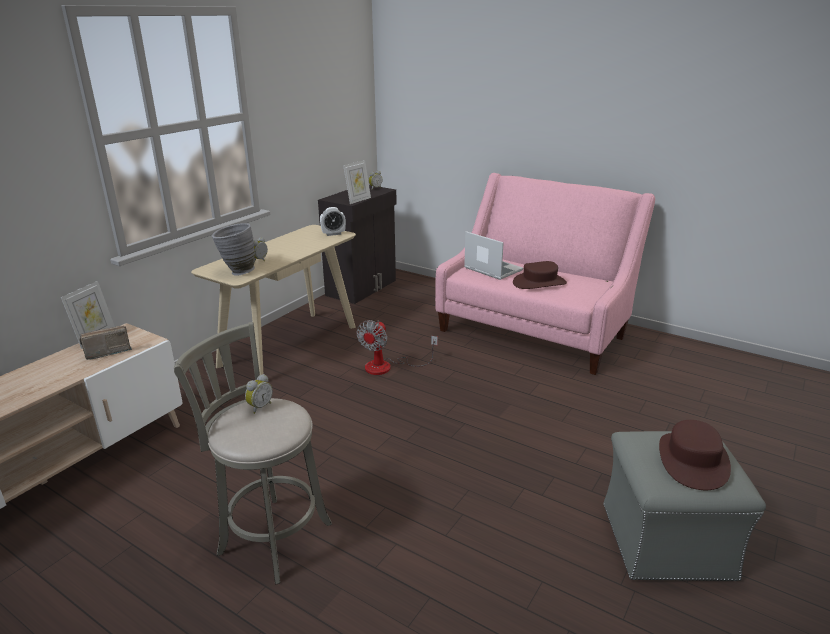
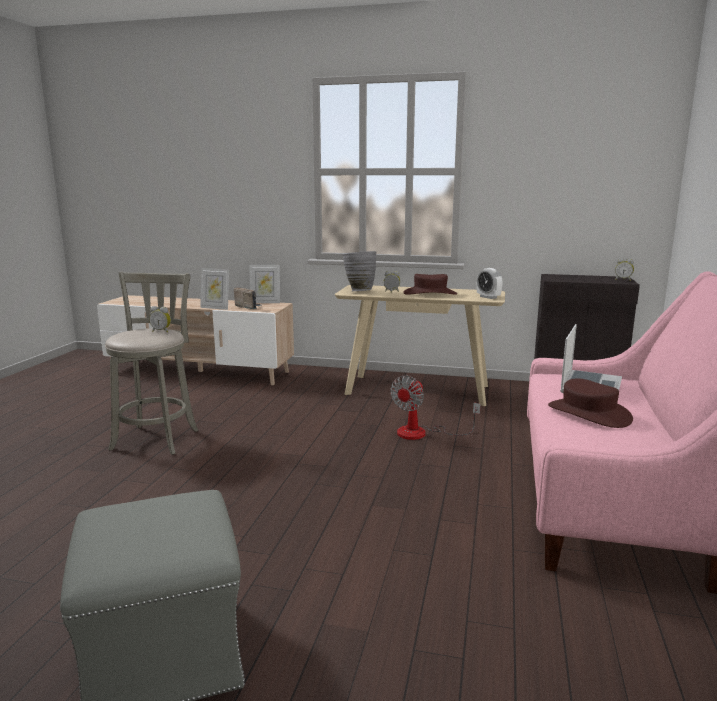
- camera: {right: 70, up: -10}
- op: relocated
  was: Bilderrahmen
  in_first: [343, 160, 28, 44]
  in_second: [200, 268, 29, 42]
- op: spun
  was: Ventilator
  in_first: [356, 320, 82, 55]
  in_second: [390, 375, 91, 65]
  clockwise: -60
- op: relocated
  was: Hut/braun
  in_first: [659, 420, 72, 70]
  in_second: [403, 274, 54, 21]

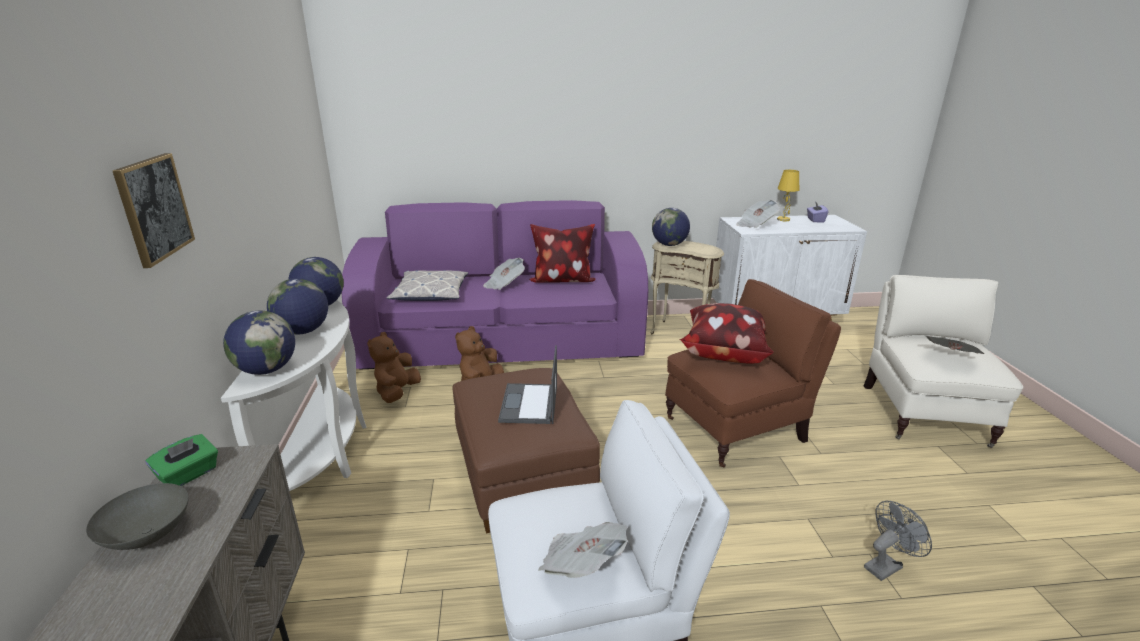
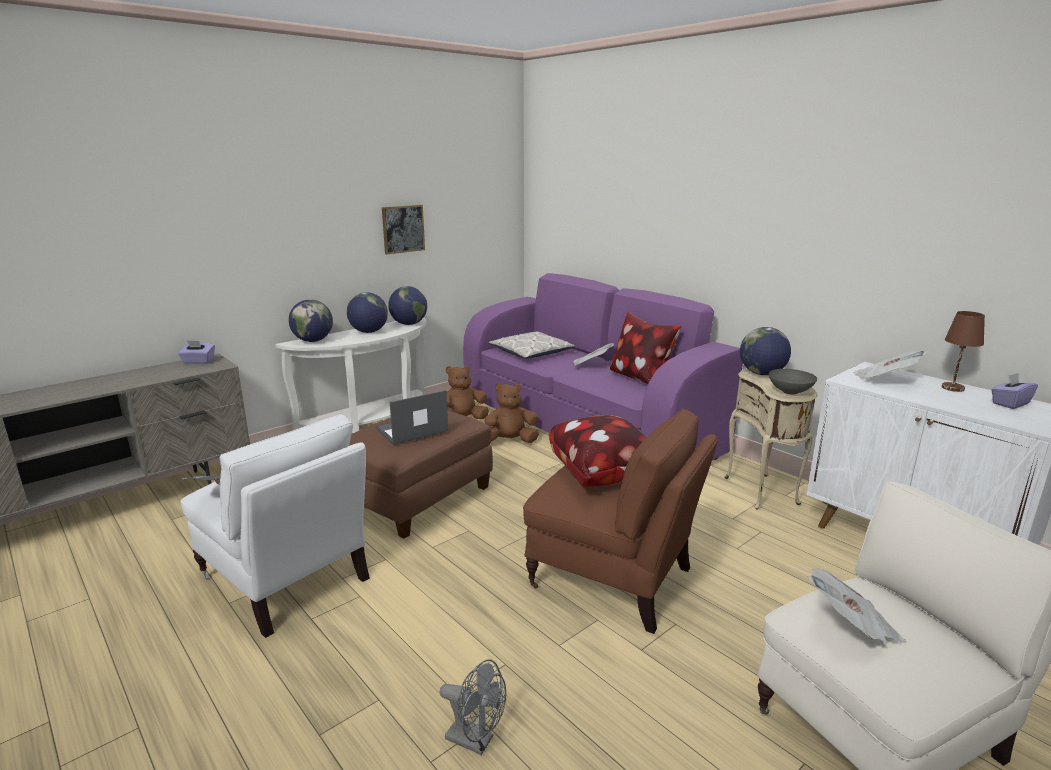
- camera: {right: 55, up: -5}
- op: colour
  was: Taschentuchbox/grün
  now: Taschentuchbox/lila
  in_first: [145, 434, 73, 52]
  in_second: [178, 340, 37, 24]
- op: relocated
  was: Bild
  in_first: [113, 153, 82, 115]
  in_second: [382, 205, 43, 49]
- op: relocated
  was: Schüssel/grau
  in_first: [86, 483, 103, 67]
  in_second: [768, 369, 49, 26]
- op: colour
  was: Tischlampe/gelb
  now: Tischlampe/braun
  in_first: [777, 170, 22, 51]
  in_second: [941, 311, 44, 81]

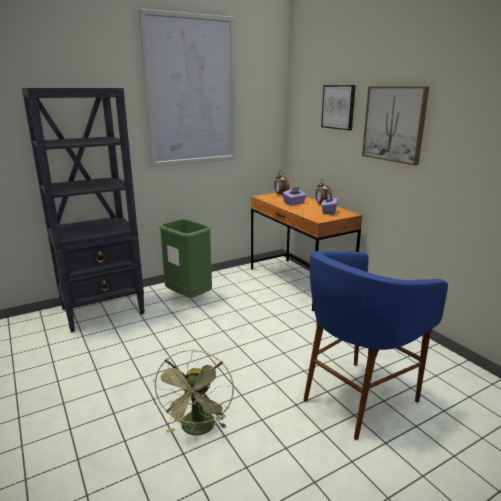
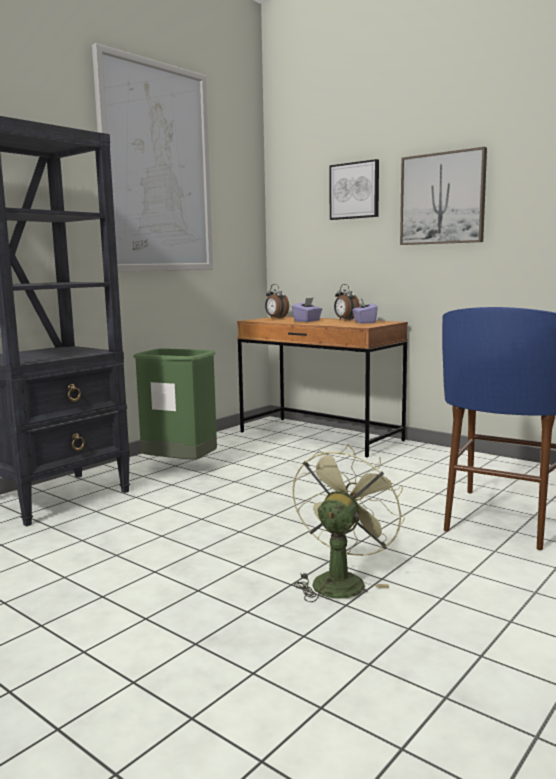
- camera: {right: -20, up: -10}
- op: spun
  was: Ventilator/grün
  in_first: [153, 349, 81, 87]
  in_second: [293, 444, 112, 158]
  clockwise: -135

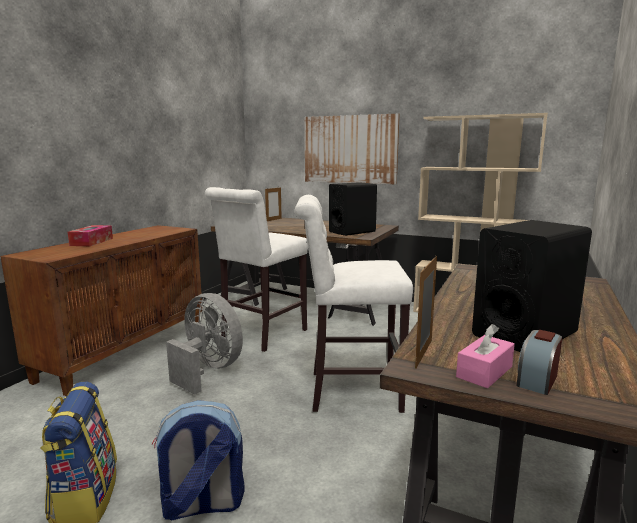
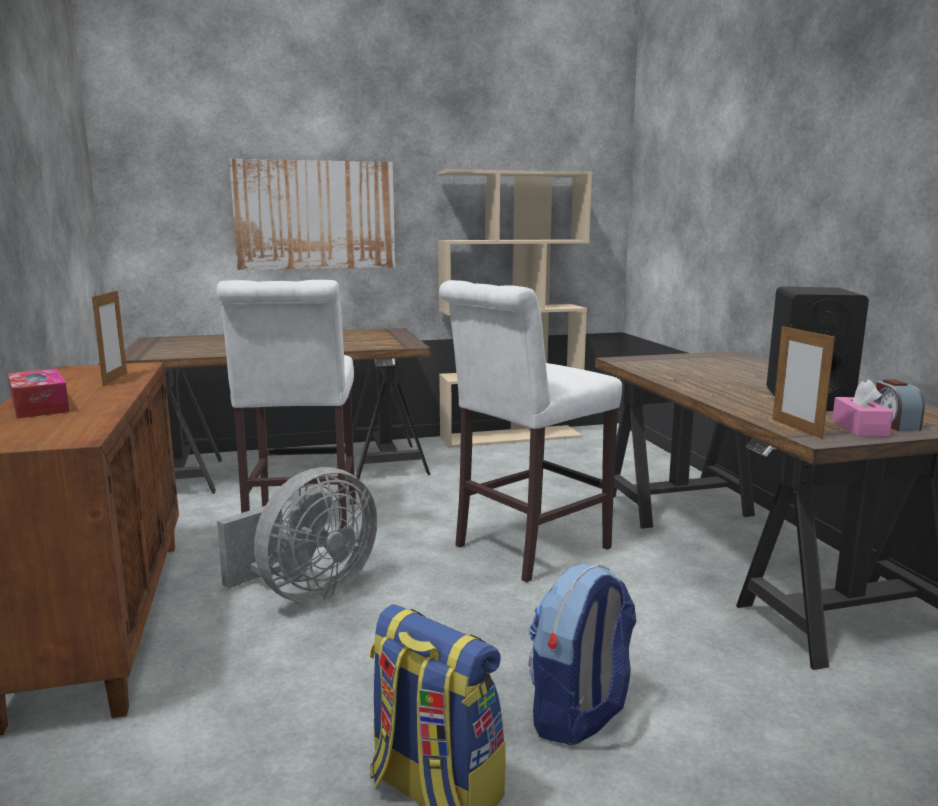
- camera: {right: -40, up: 0}
- op: relocated
  was: Bilderrahmen
  in_first: [265, 187, 17, 34]
  in_second: [92, 288, 35, 99]
- op: spun
  was: Ventilator/grau
  in_first: [166, 293, 77, 101]
  in_second: [217, 467, 160, 136]
  clockwise: 135
- op: missing
  was: Lautsprecher/schwarz
  in_first: [329, 182, 48, 54]

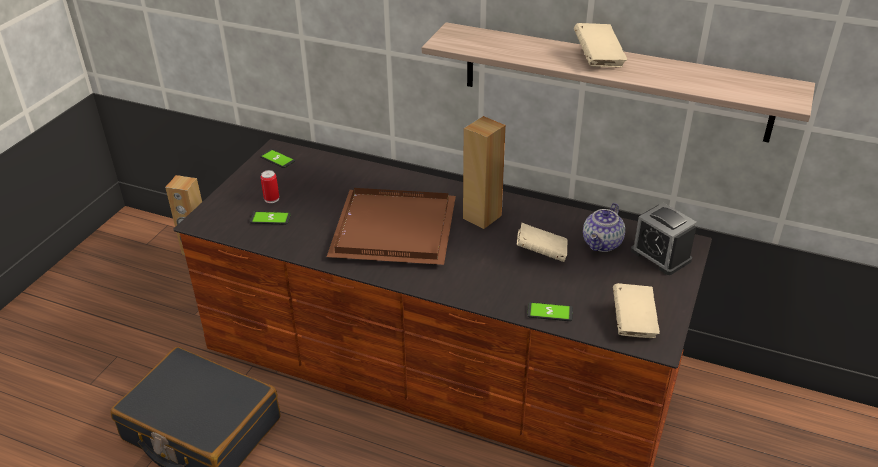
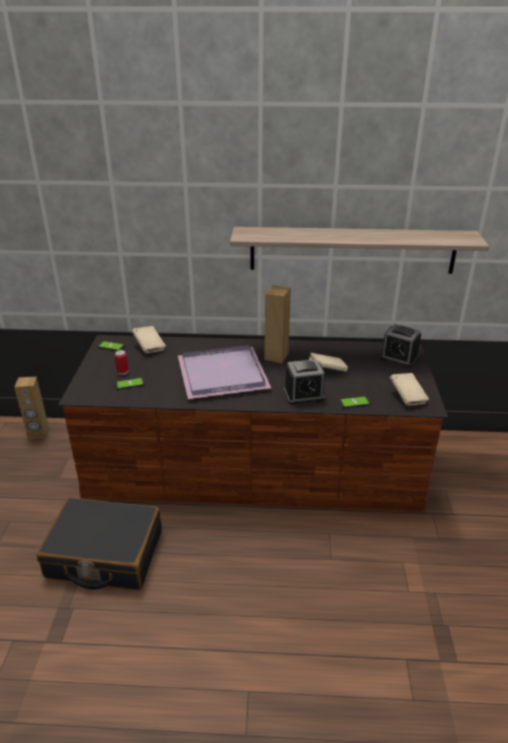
- camera: {right: -20, up: -5}
- op: relocated
  was: Buch/beige
  in_first: [574, 23, 53, 44]
  in_second: [132, 326, 34, 27]
- op: colour
  was: Tablett/braun
  now: Tablett/lila
  in_first: [327, 188, 129, 77]
  in_second: [178, 345, 93, 54]
- op: appeared
  now: Wecker
  in_second: [284, 359, 41, 46]
- op: missing
  was: Teekanne
  in_first: [583, 203, 42, 49]

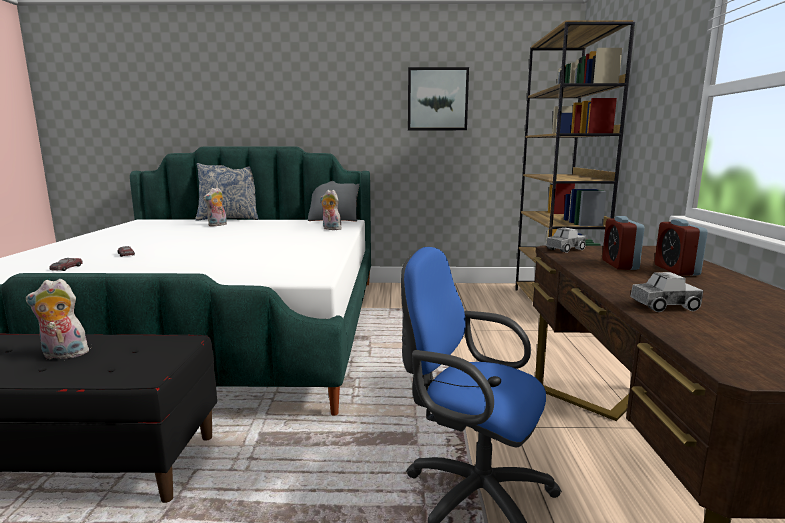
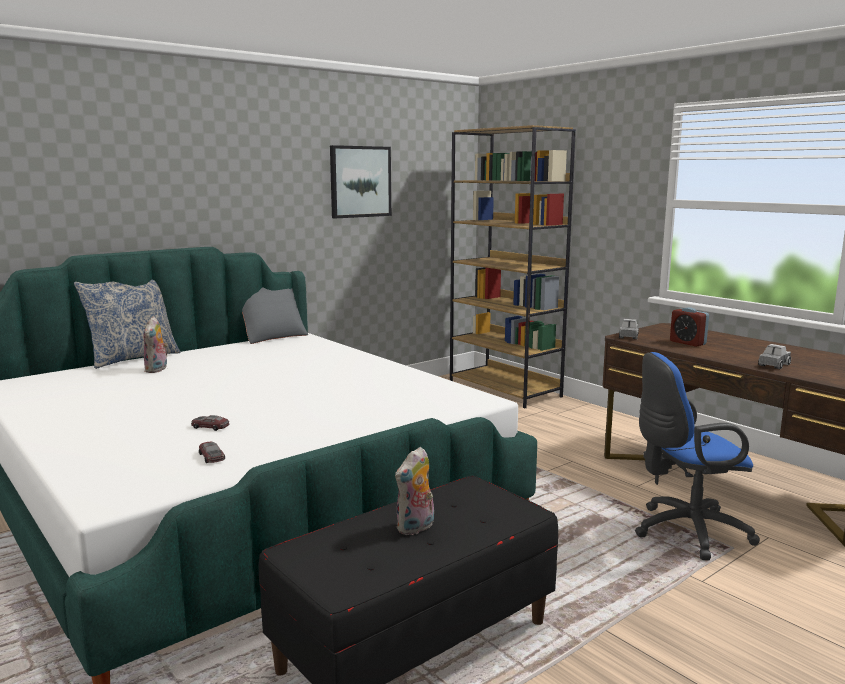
- camera: {right: -40, up: 0}
- op: missing
  was: Plüschtier
  in_first: [320, 190, 22, 40]
- op: missing
  was: Wecker
  in_first: [655, 219, 53, 56]

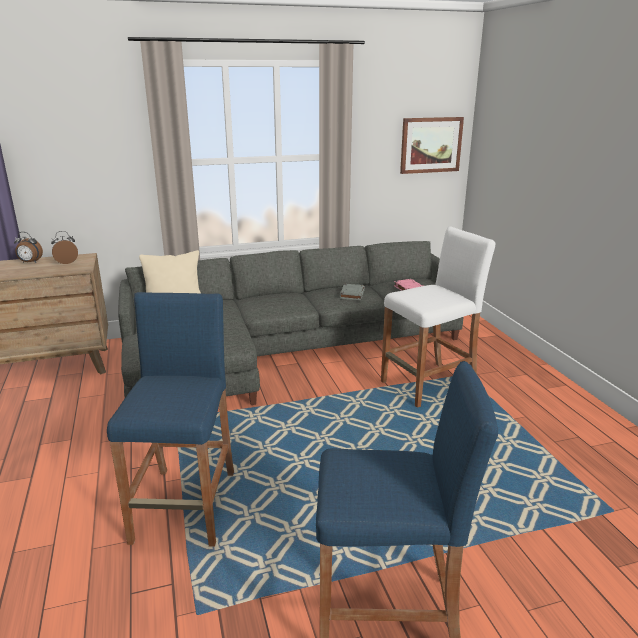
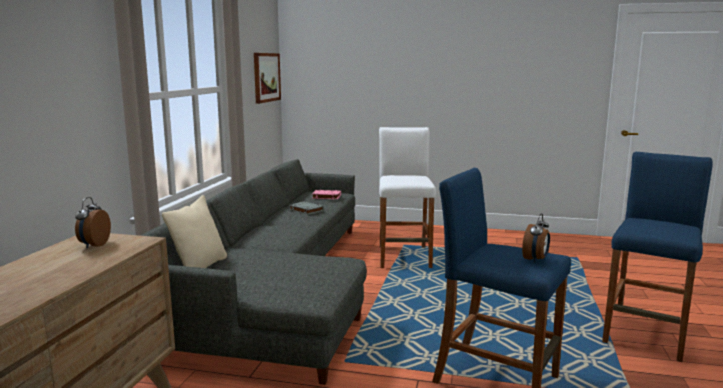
- camera: {right: -60, up: -10}
- op: relocated
  was: Wecker
  in_first: [14, 232, 29, 31]
  in_second: [522, 213, 28, 50]

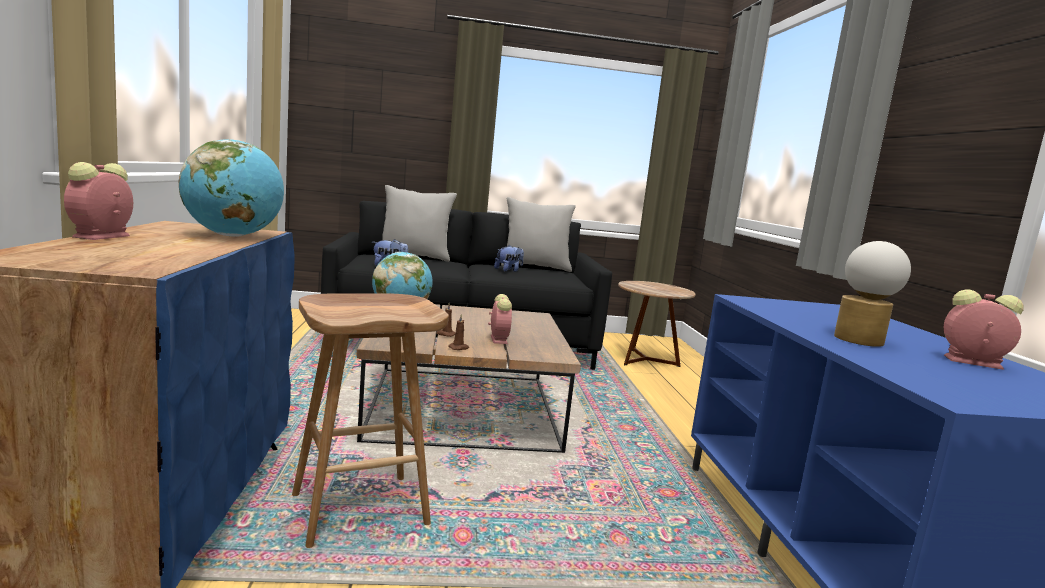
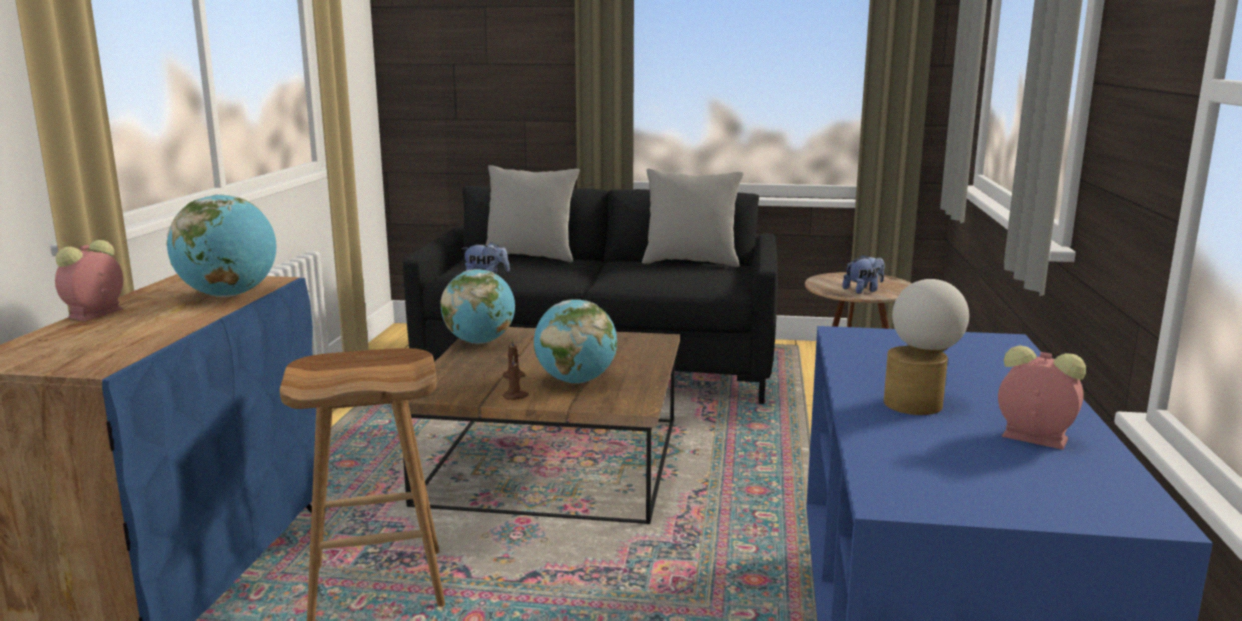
- camera: {right: 15, up: 5}
- op: exchanged
  was: Wecker
  now: Globus
  in_first: [488, 294, 24, 50]
  in_second: [534, 299, 83, 85]
- op: relocated
  was: Plüschtier
  in_first: [494, 245, 30, 27]
  in_second: [842, 254, 43, 40]

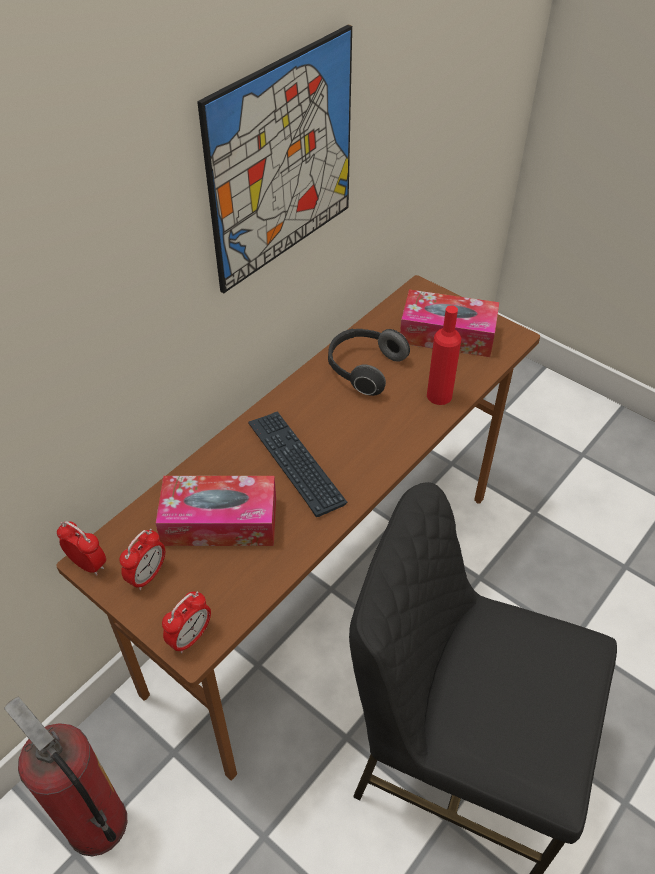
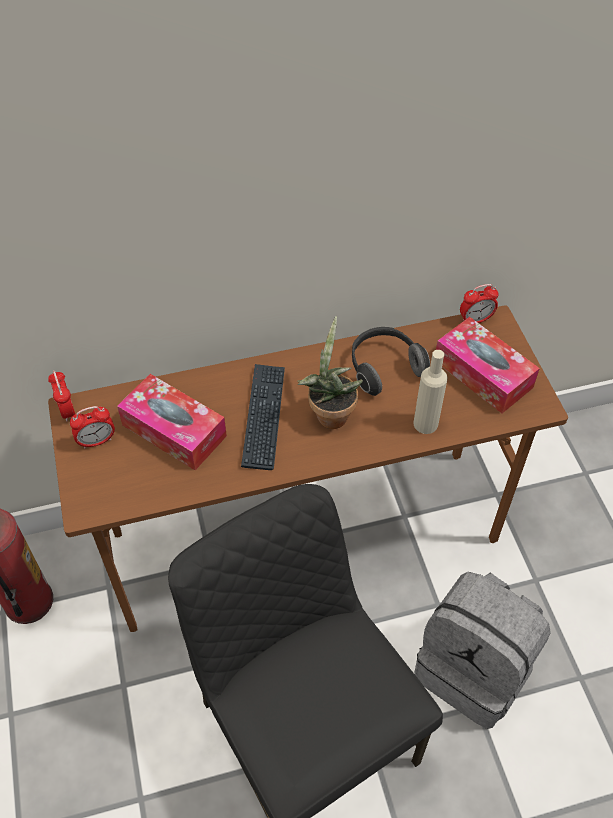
- camera: {right: 35, up: 5}
- op: appeared
  now: Topfpflanze
  in_second: [297, 316, 66, 113]
- op: colour
  was: Flasche/rot
  now: Flasche/beige
  in_first: [427, 305, 34, 100]
  in_second: [413, 350, 34, 84]
- op: appeared
  now: Rucksack/grau
  in_second: [414, 572, 137, 157]
- op: relocated
  was: Wecker
  in_first: [162, 591, 49, 62]
  in_second: [460, 284, 39, 39]
- op: missing
  was: Bild
  in_first: [197, 24, 155, 269]

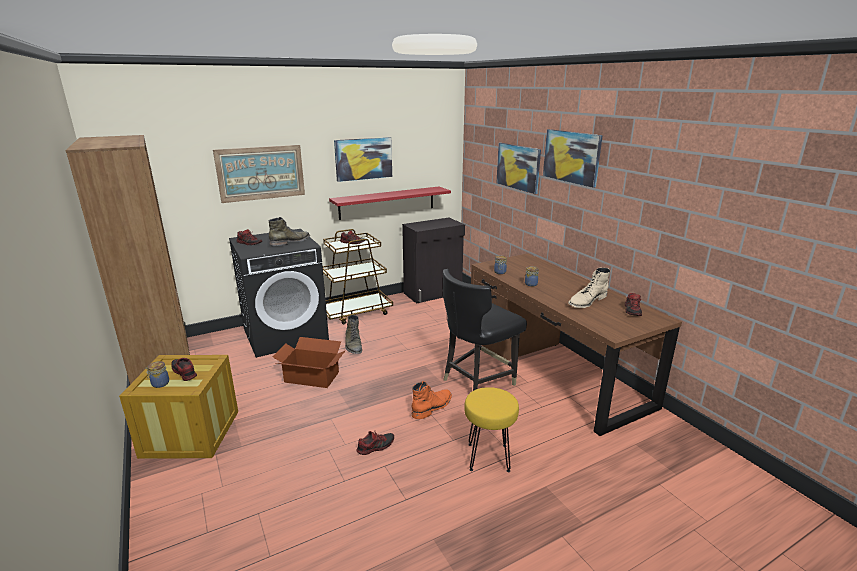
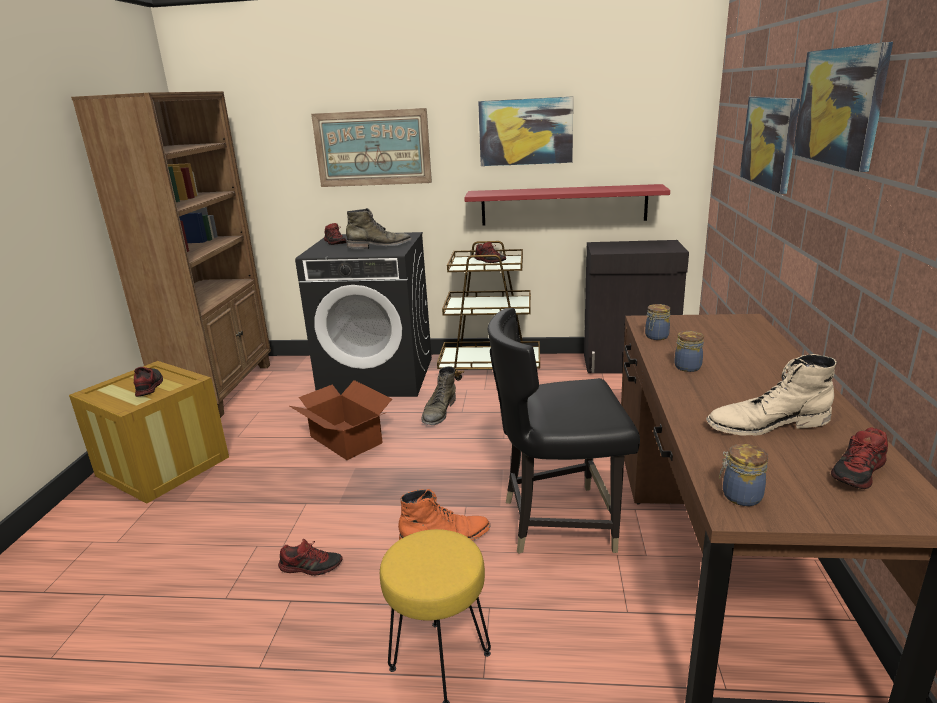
- camera: {right: 35, up: 0}
- op: relocated
  was: Vorratsglas
  in_first: [146, 361, 23, 27]
  in_second: [719, 444, 49, 62]

